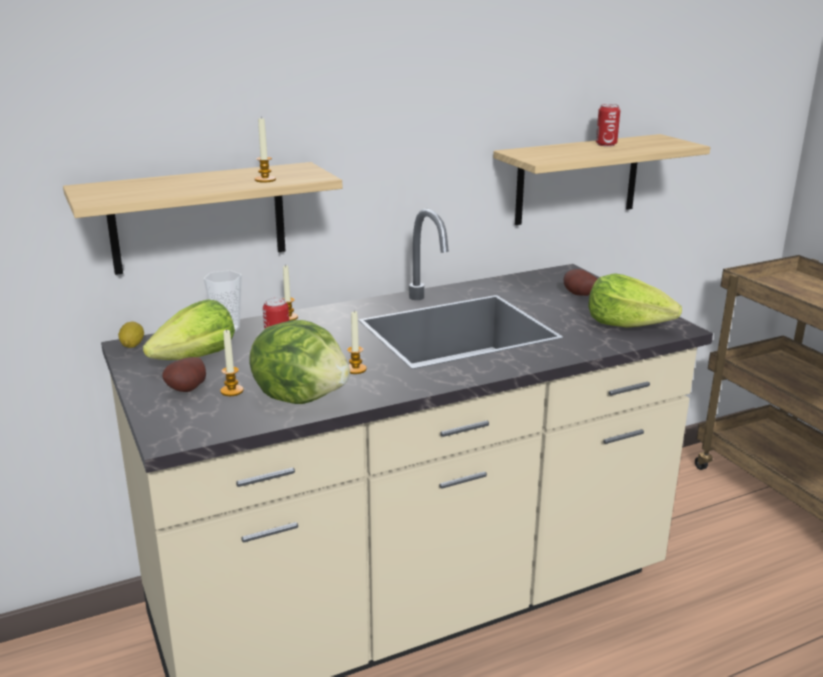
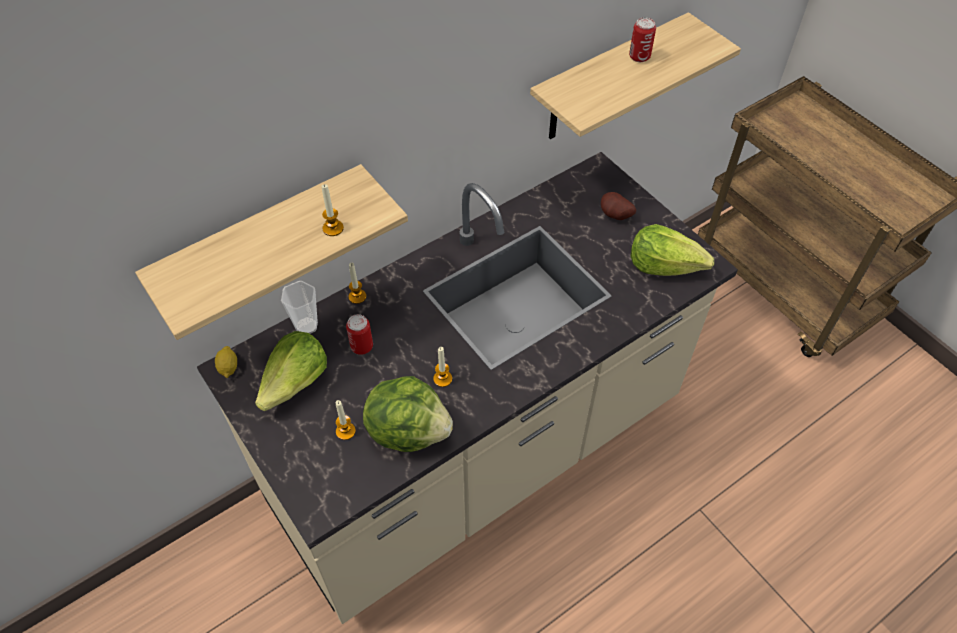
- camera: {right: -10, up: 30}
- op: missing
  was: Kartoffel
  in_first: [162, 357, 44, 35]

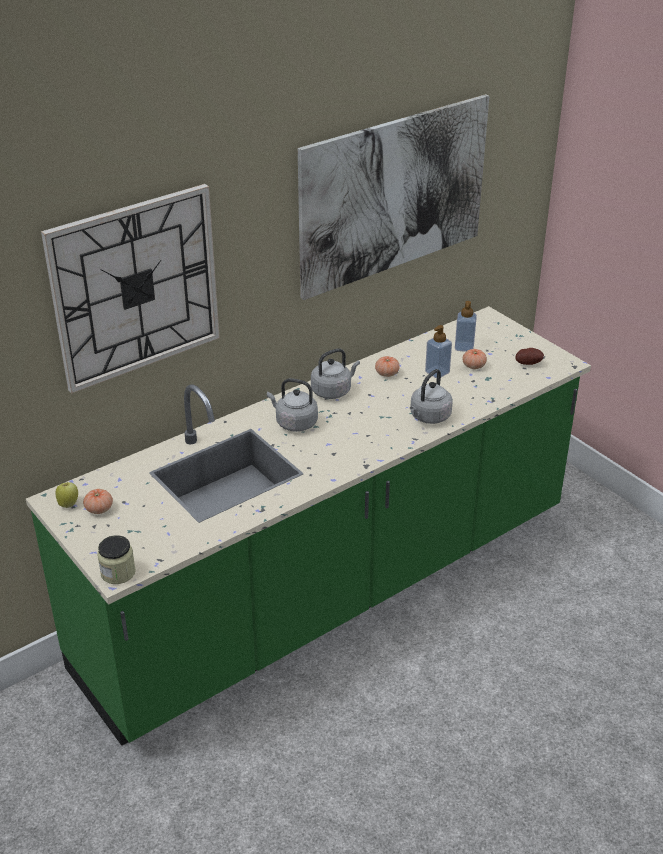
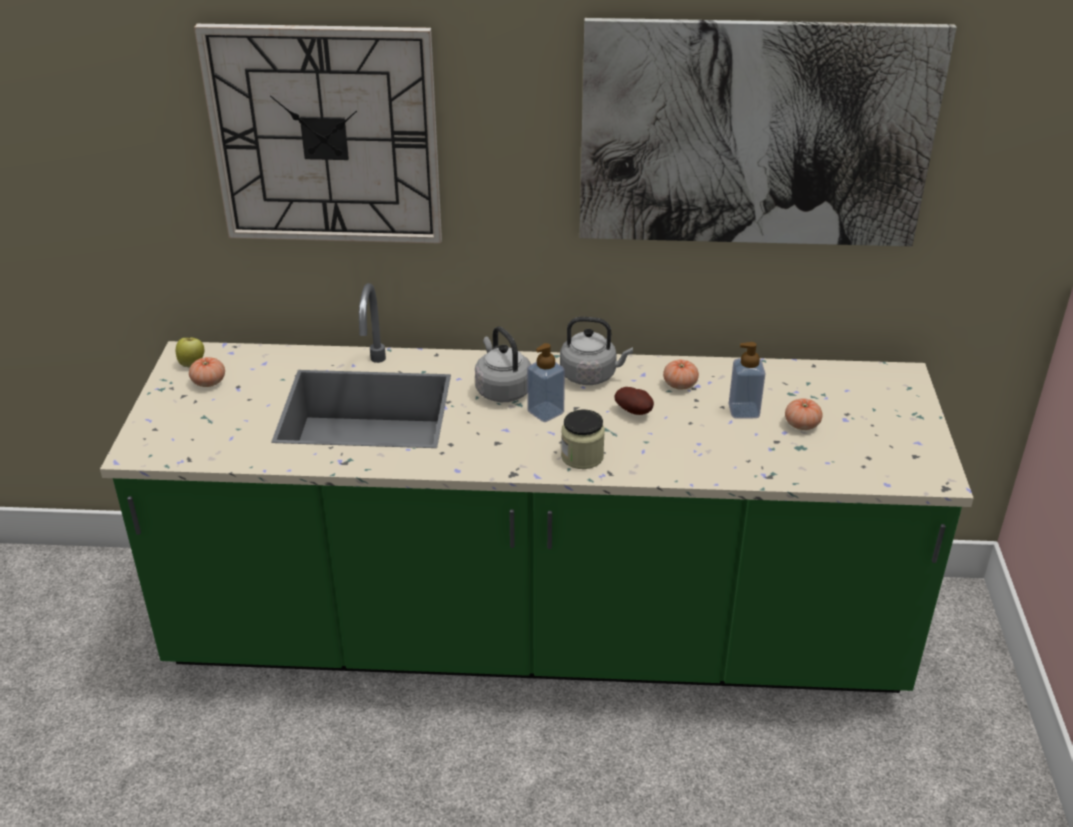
- camera: {right: 40, up: 0}
- op: relocated
  was: Seifenspender
  in_first: [455, 301, 22, 51]
  in_second: [527, 343, 38, 79]
- op: relocated
  was: Vorratsglas
  in_first: [97, 535, 39, 49]
  in_second: [561, 409, 44, 60]
- op: relocated
  was: Kartoffel
  in_first: [515, 348, 29, 17]
  in_second: [614, 387, 40, 28]
- op: missing
  was: Wasserkessel/grau
  in_first: [410, 369, 43, 55]

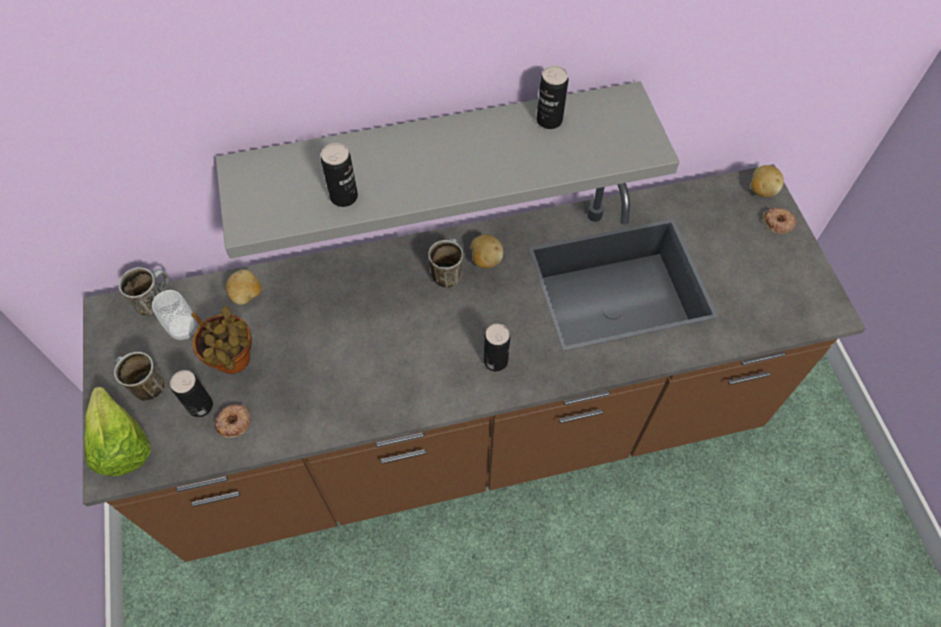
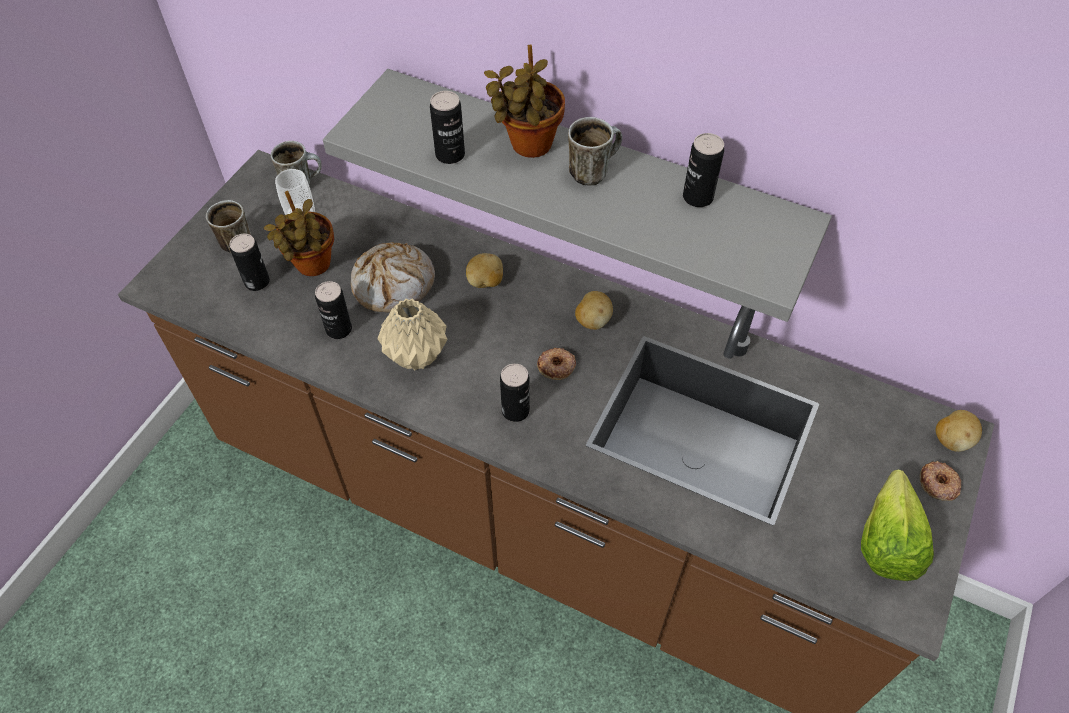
- camera: {right: 40, up: -5}
- op: appeared
  now: Dose
  in_second: [315, 281, 37, 58]
- op: appeared
  now: Brot
  in_second: [351, 242, 84, 71]
- op: appeared
  now: Vase/beige
  in_second: [378, 298, 69, 72]
- op: relocated
  was: Kartoffel
  in_first: [226, 270, 36, 35]
  in_second: [466, 253, 37, 35]
- op: appeared
  now: Topfpflanze
  in_second: [484, 45, 81, 113]
- op: relocated
  was: Donut
  in_first: [215, 404, 36, 34]
  in_second: [537, 348, 39, 32]
- op: relocated
  was: Henkelbecher
  in_first: [428, 238, 35, 50]
  in_second: [568, 117, 54, 69]
- op: relocated
  was: Salatkopf
  in_first: [84, 387, 67, 89]
  in_second: [861, 470, 73, 111]

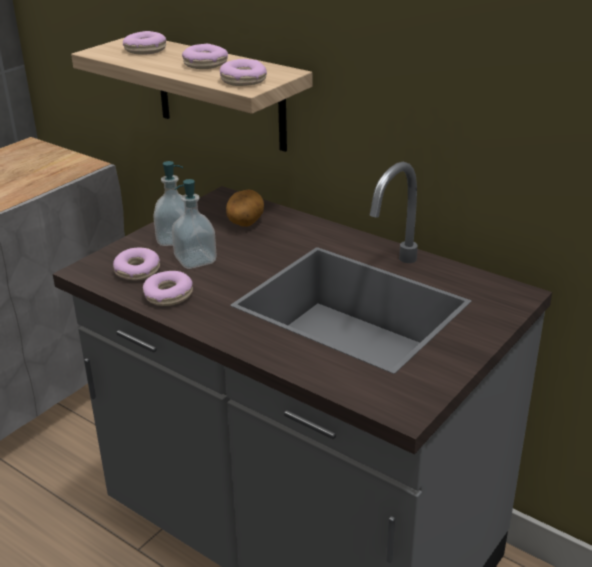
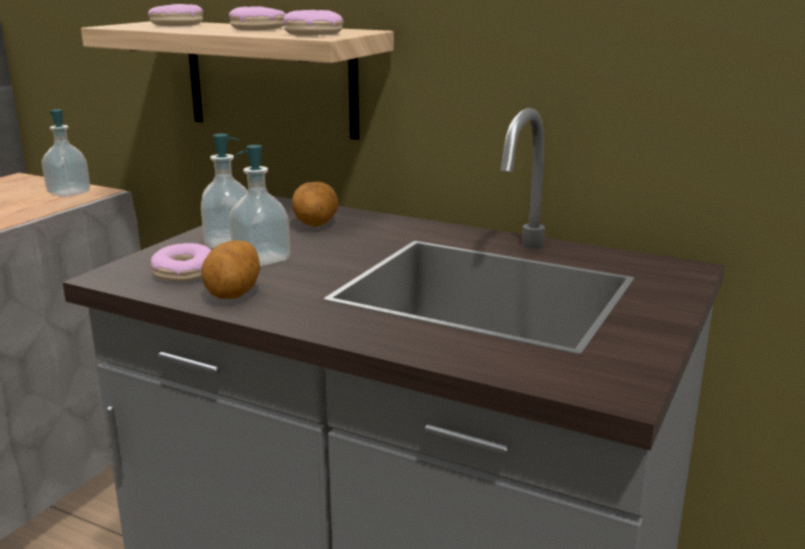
- camera: {right: -10, up: -10}
- op: appeared
  now: Seifenspender
  in_second: [41, 109, 49, 88]
- op: exchanged
  was: Donut
  now: Kartoffel
  in_first: [143, 271, 50, 35]
  in_second: [201, 240, 59, 59]

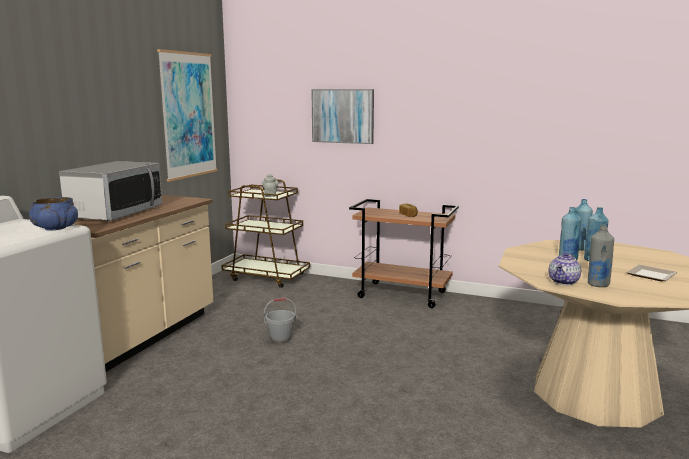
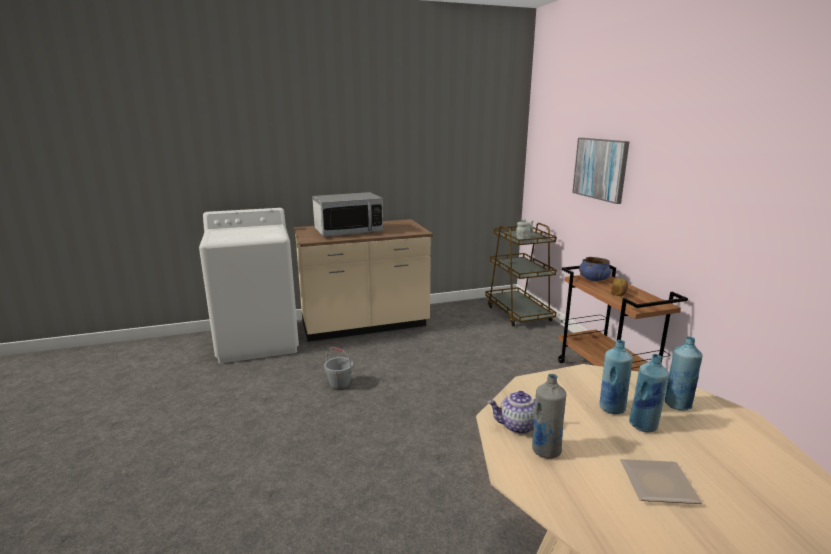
- camera: {right: 50, up: 5}
- op: relocated
  was: Eimer/grau
  in_first: [264, 298, 32, 45]
  in_second: [324, 347, 29, 43]
- op: relocated
  was: Schüssel/blau
  in_first: [29, 197, 49, 34]
  in_second: [579, 257, 32, 24]
- op: missing
  was: Bild
  in_first: [157, 49, 61, 133]

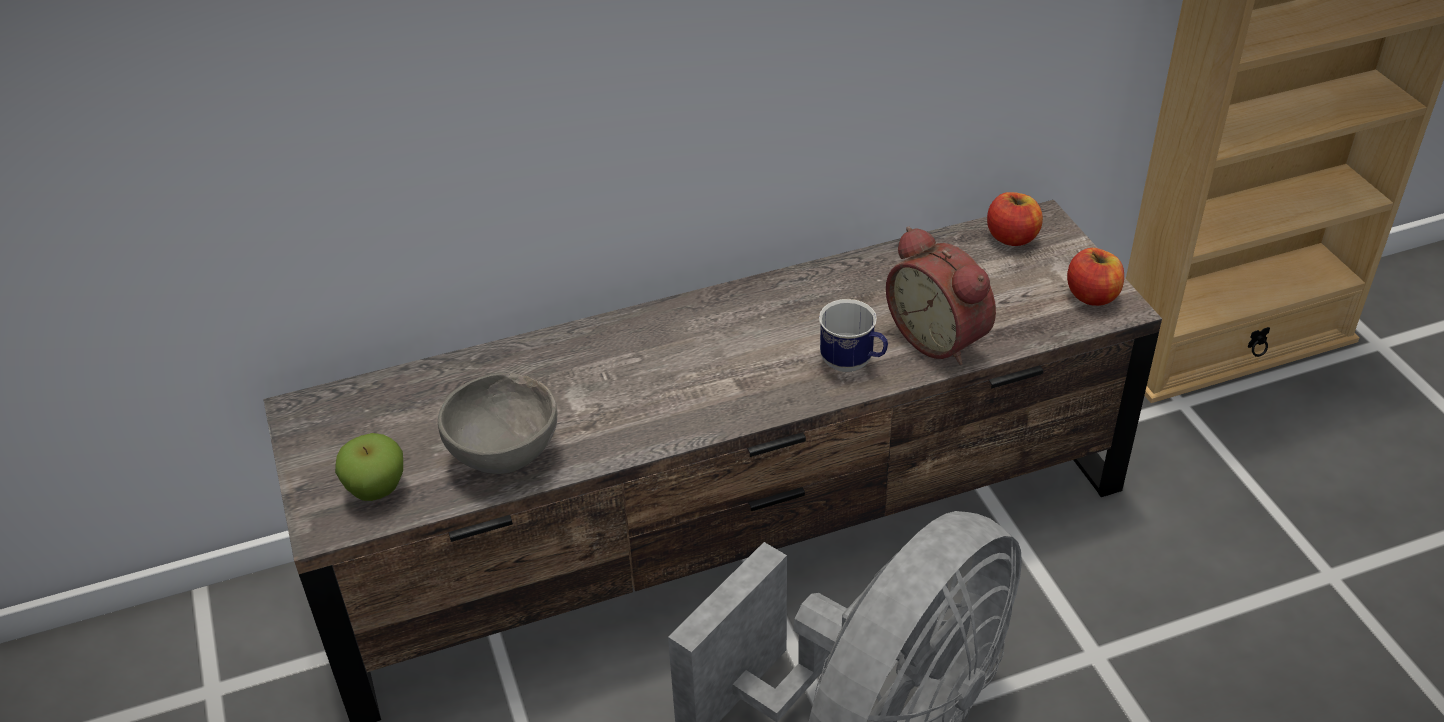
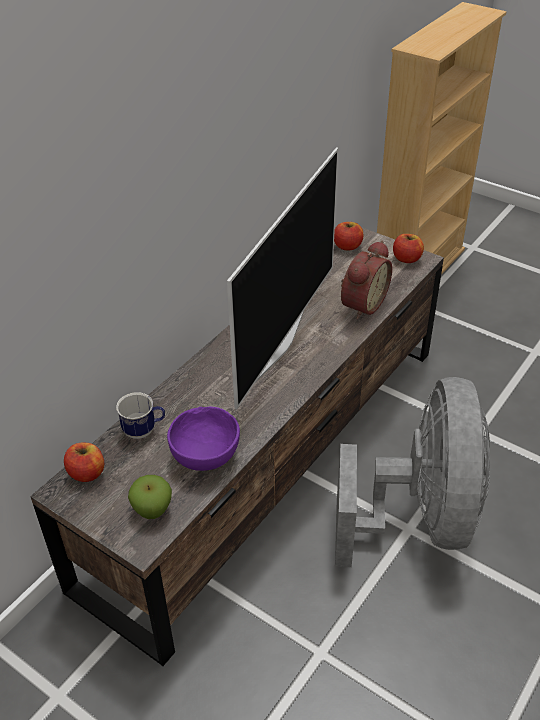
- camera: {right: -35, up: 0}
- op: appeared
  now: Apfel
  in_second: [64, 443, 40, 39]
- op: relocated
  was: Henkelbecher
  in_first: [819, 299, 69, 73]
  in_second: [116, 392, 49, 47]
- op: colour
  was: Schüssel/grau
  now: Schüssel/lila
  in_first: [438, 373, 119, 101]
  in_second: [167, 407, 73, 64]
- op: appeared
  now: Fernseher
  in_second: [227, 147, 111, 262]
- op: spun
  was: Wecker
  in_first: [886, 227, 110, 138]
  in_second: [341, 241, 51, 79]
  clockwise: -75

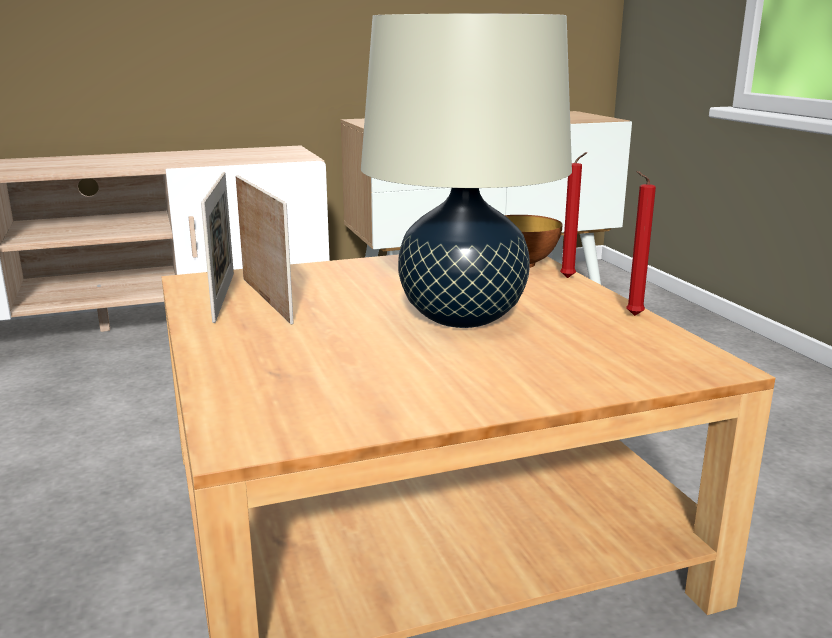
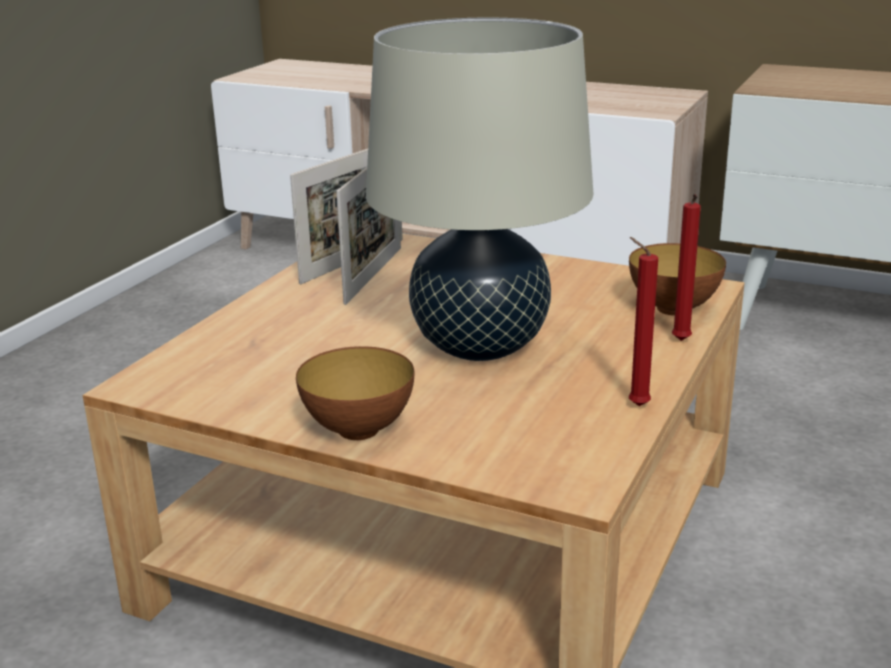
- camera: {right: 45, up: 5}
- op: appeared
  now: Schüssel
  in_second: [296, 346, 118, 94]

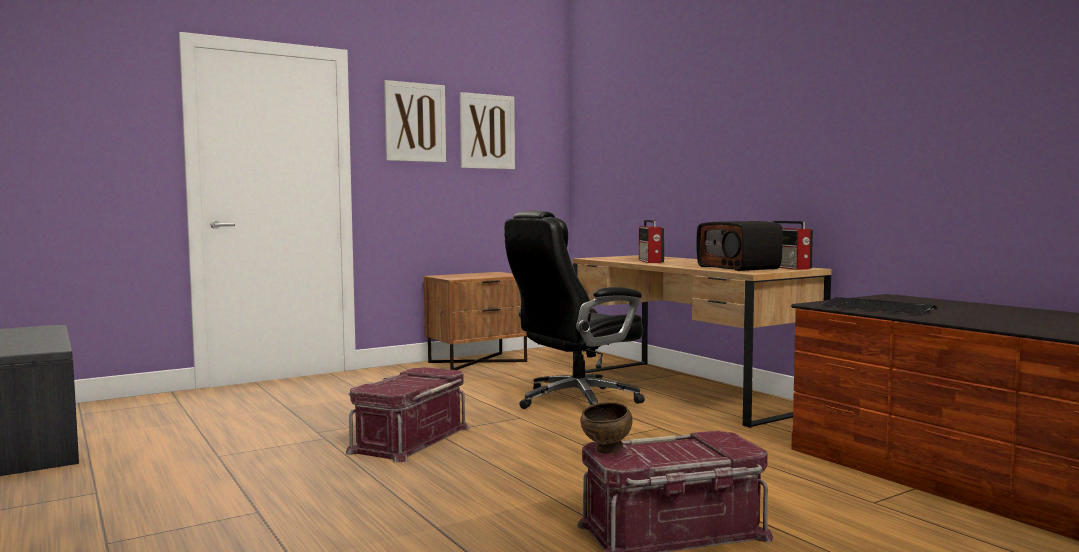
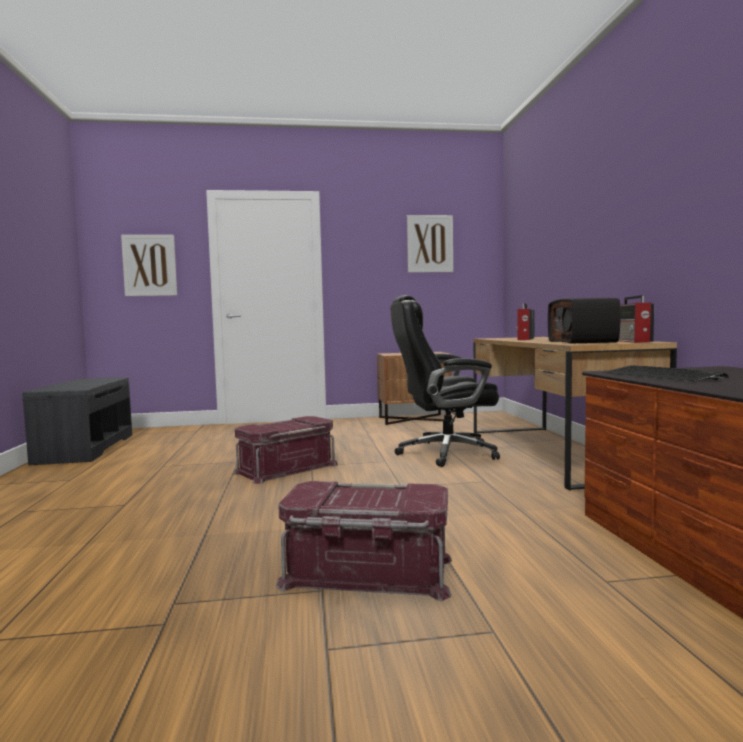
- camera: {right: 25, up: 0}
- op: relocated
  was: Bild
  in_first: [384, 80, 62, 82]
  in_second: [121, 235, 56, 61]
- op: missing
  was: Schüssel/braun
  in_first: [580, 402, 52, 52]

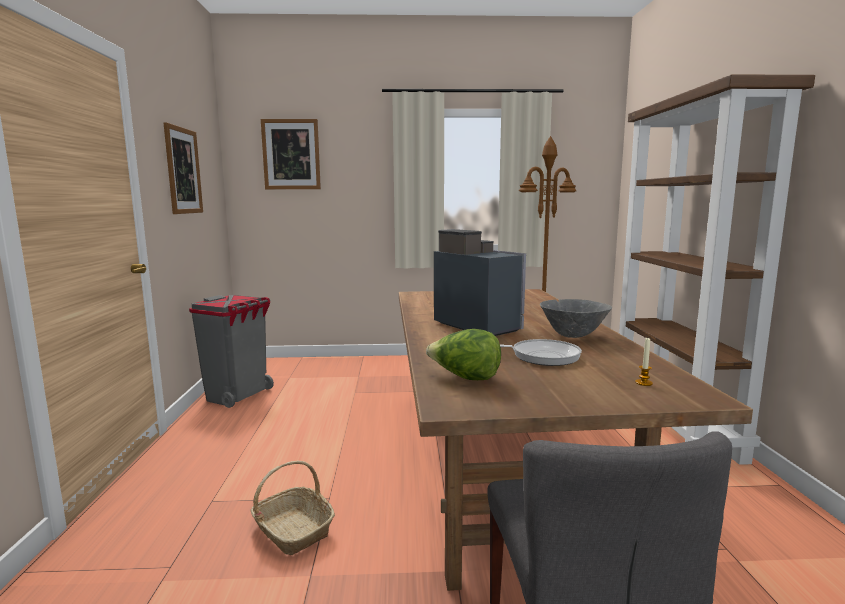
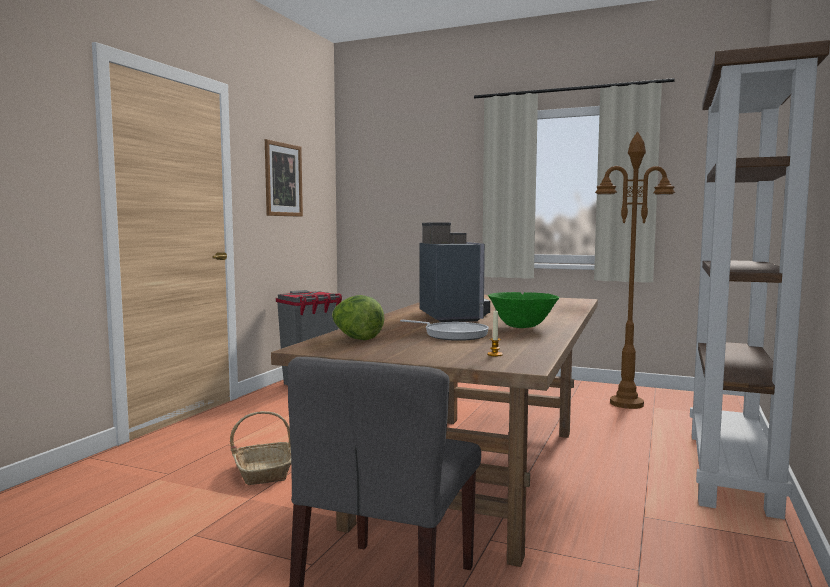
- camera: {right: 25, up: -5}
- op: colour
  was: Schüssel/grau
  now: Schüssel/grün
  in_first: [540, 299, 72, 39]
  in_second: [488, 292, 71, 36]
- op: missing
  was: Bild
  in_first: [261, 119, 60, 70]

